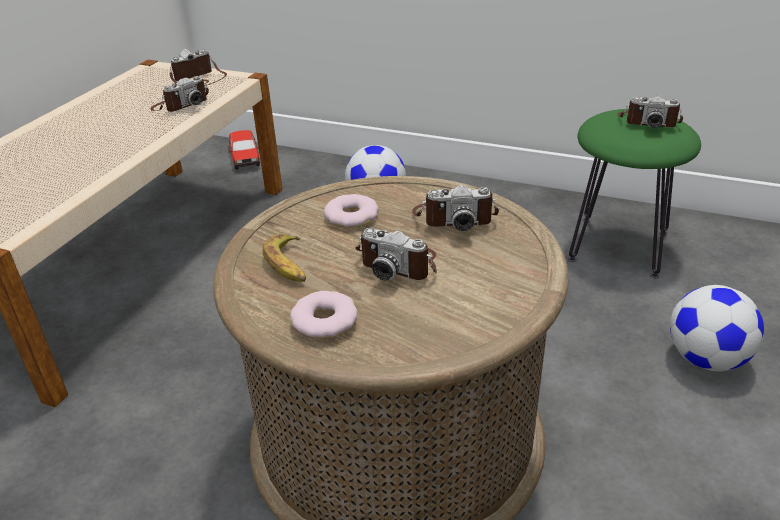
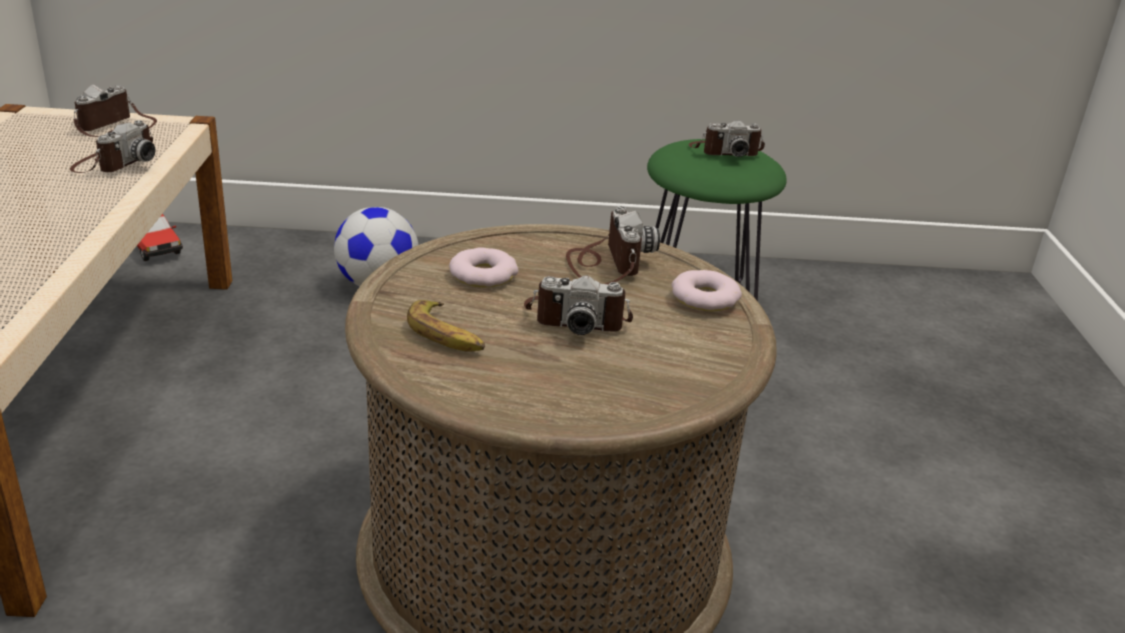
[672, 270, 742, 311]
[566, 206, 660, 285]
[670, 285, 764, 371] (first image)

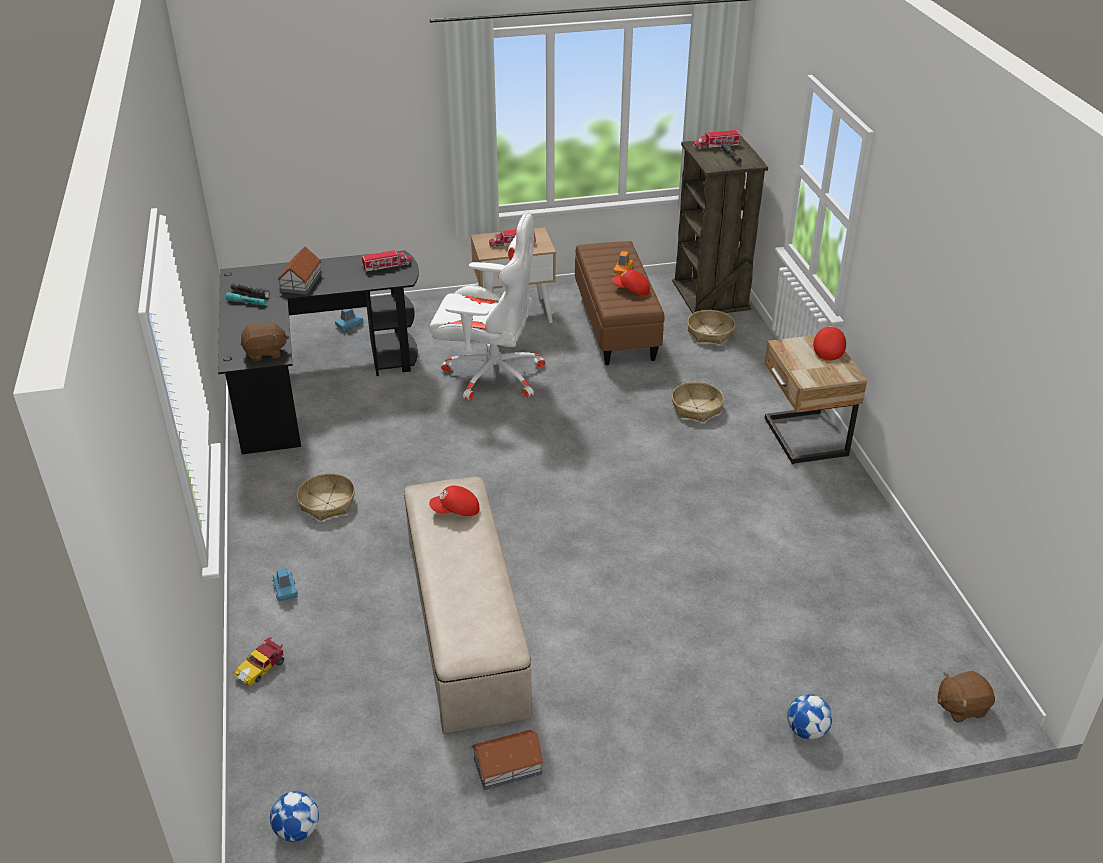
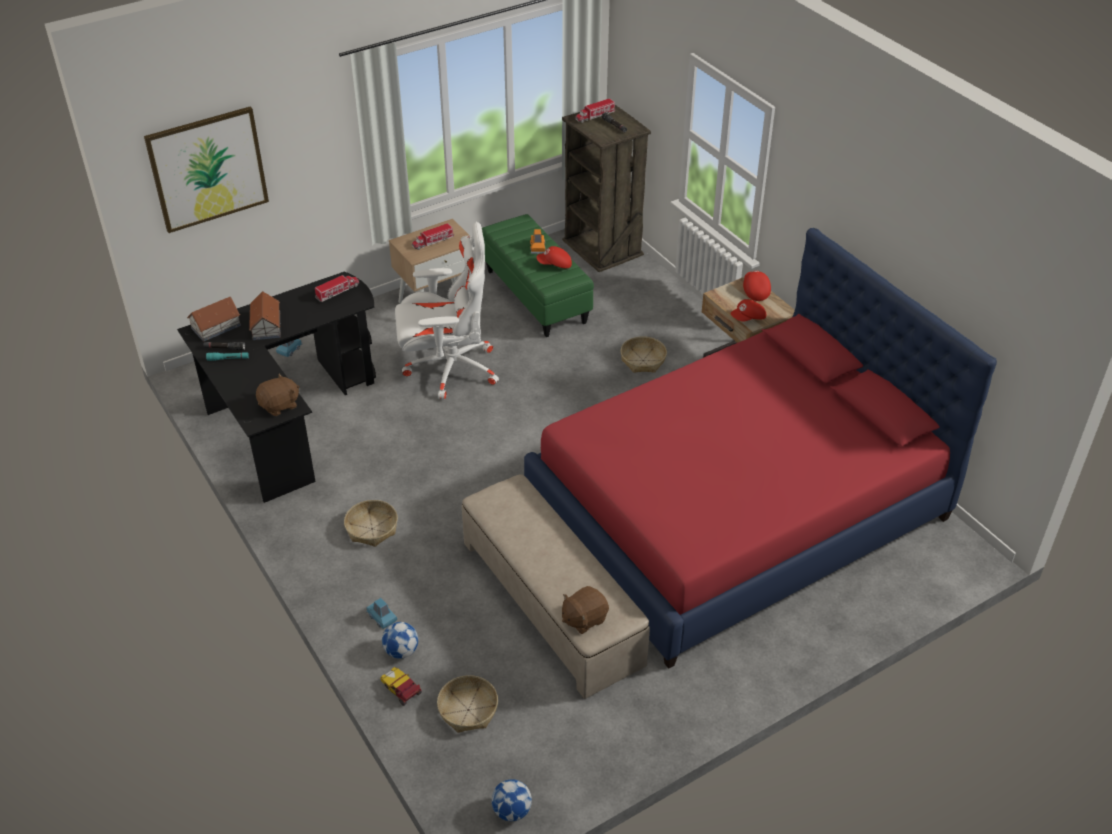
[380, 667, 422, 706]
[731, 299, 766, 322]
[187, 297, 241, 342]
[482, 214, 594, 337]
[437, 675, 498, 733]
[382, 622, 418, 659]
[562, 586, 609, 634]
[144, 106, 269, 233]
[524, 228, 997, 668]

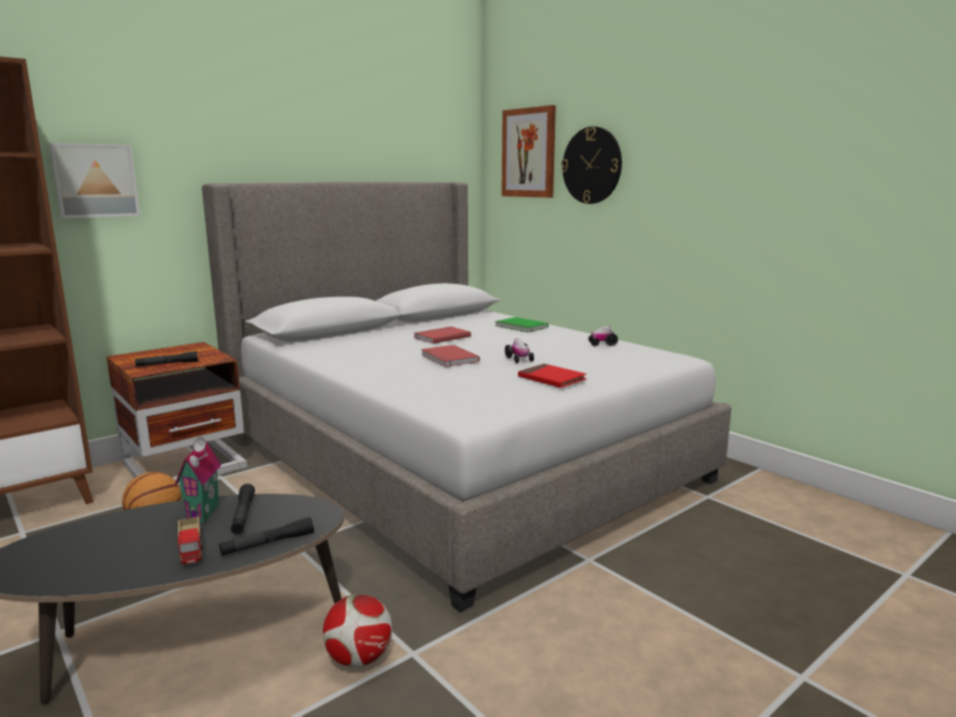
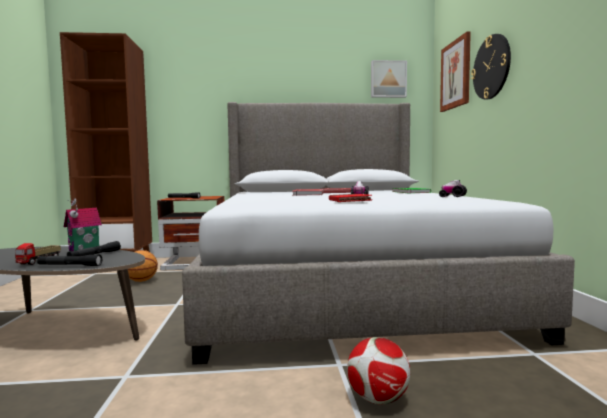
[371, 60, 407, 98]
[347, 337, 410, 405]

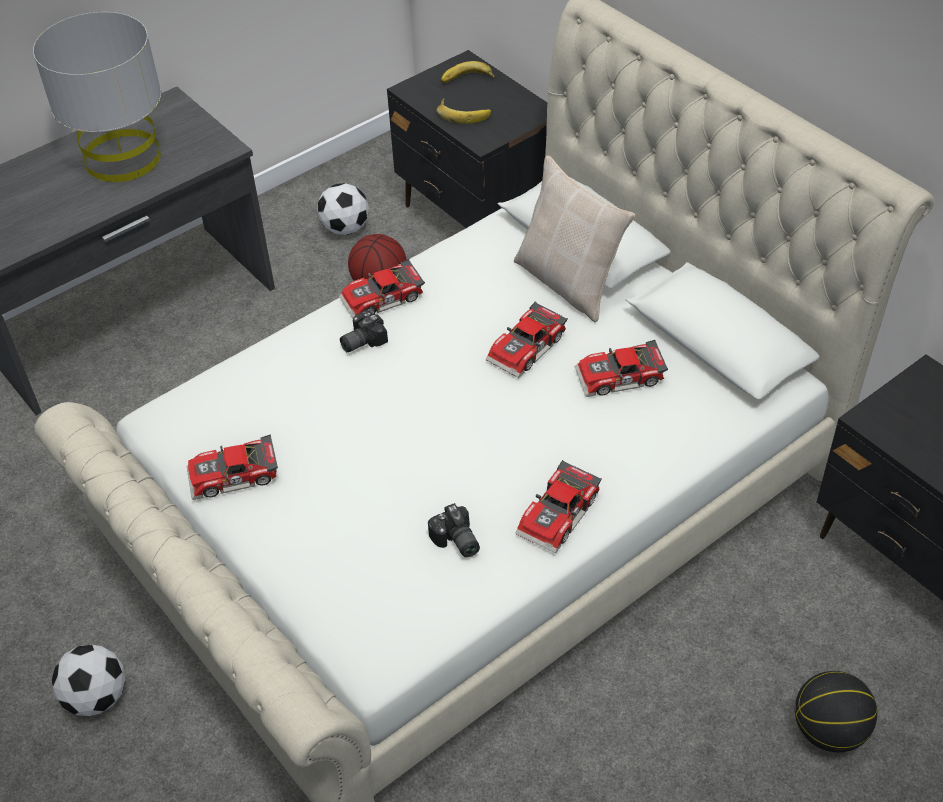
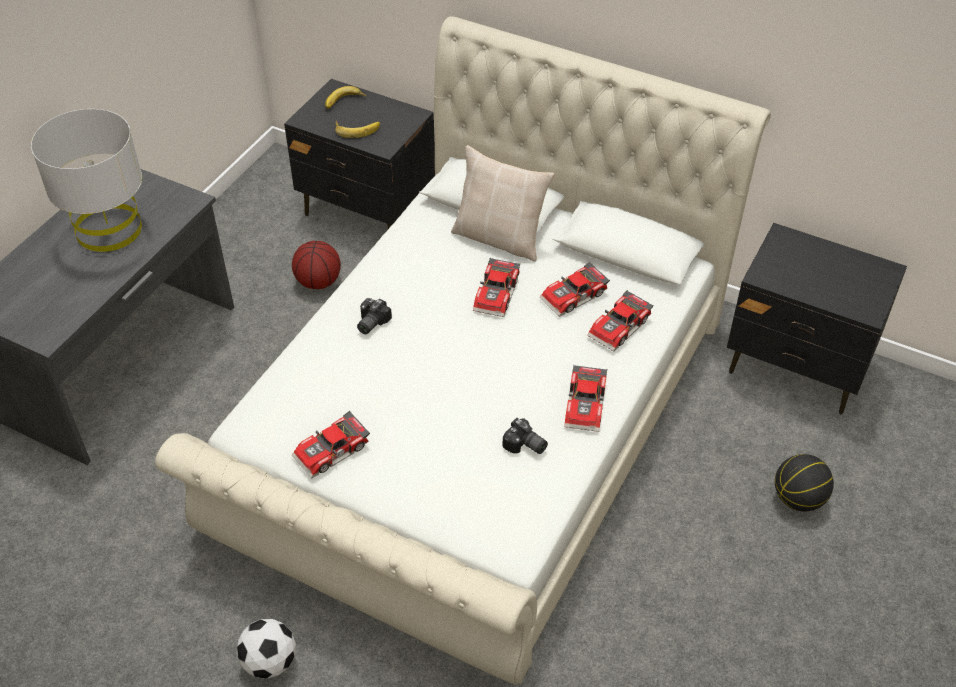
[317, 183, 369, 235] (first image)
[587, 290, 654, 351]

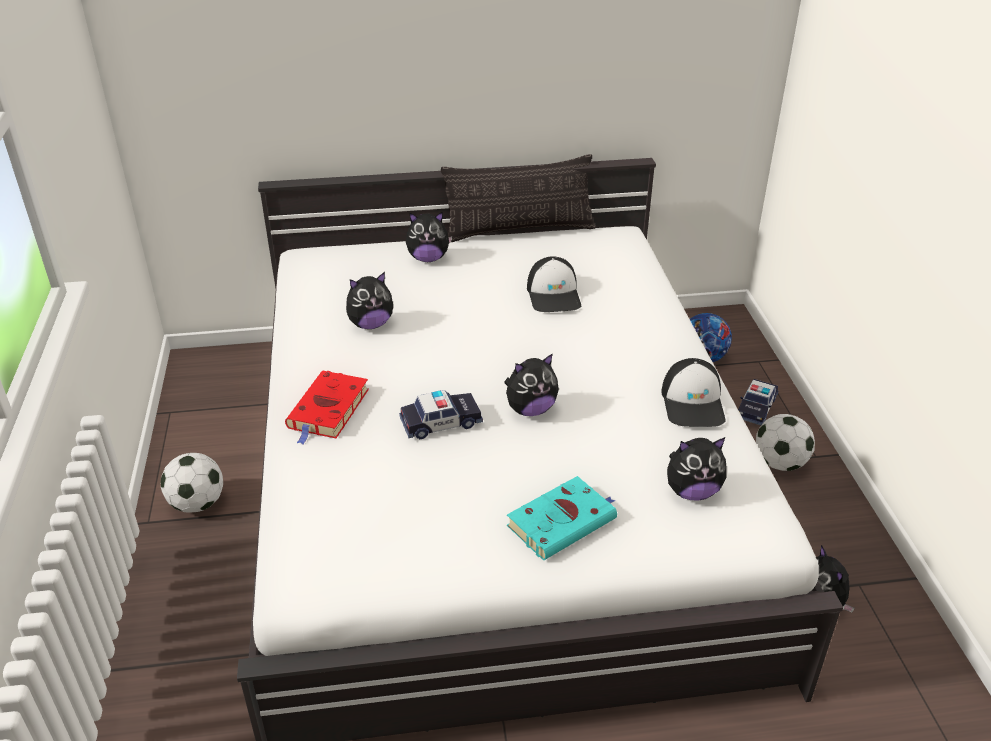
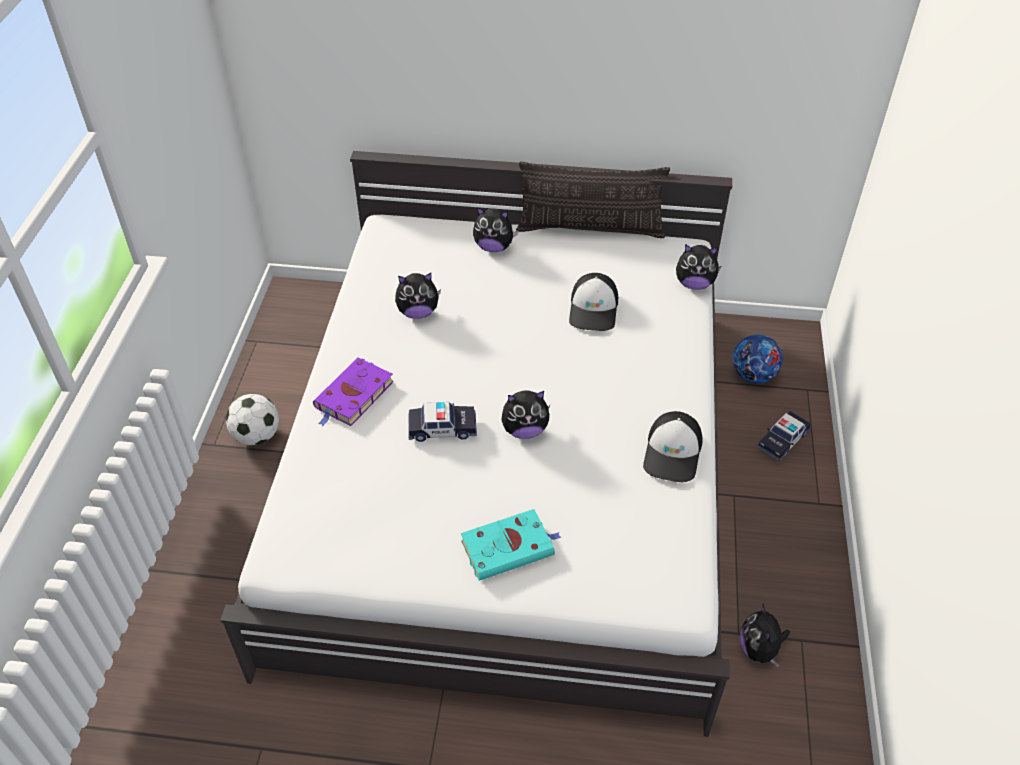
[313, 358, 394, 427]
[676, 244, 721, 290]
[756, 414, 815, 471] (first image)

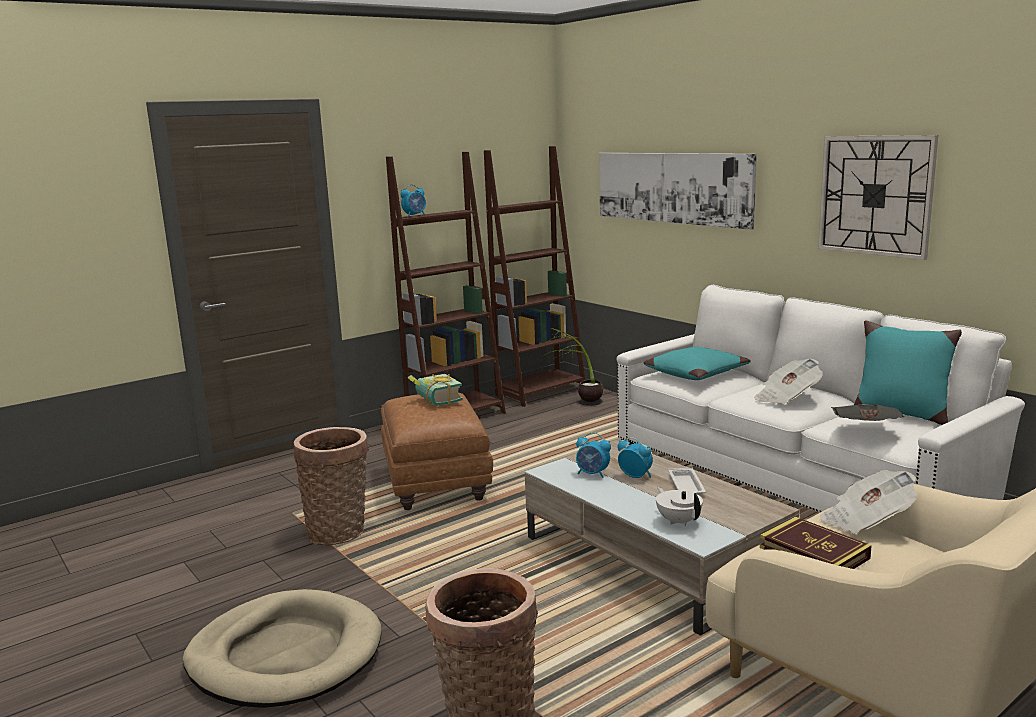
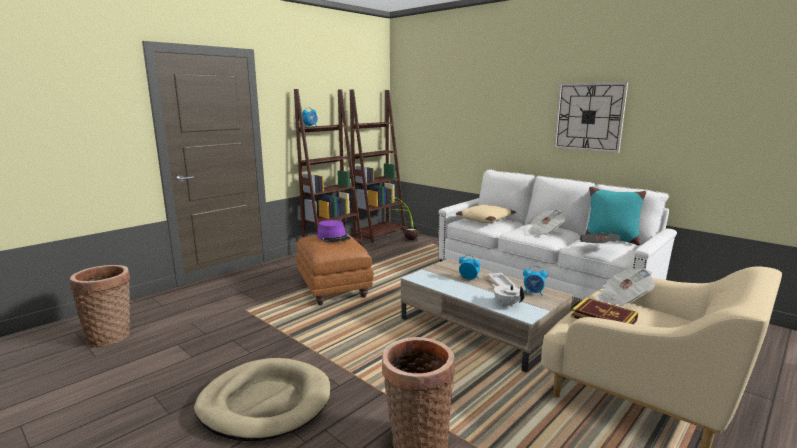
[70, 265, 130, 347]
[317, 220, 351, 242]
[523, 266, 548, 296]
[599, 153, 757, 230] (first image)
[456, 205, 516, 223]

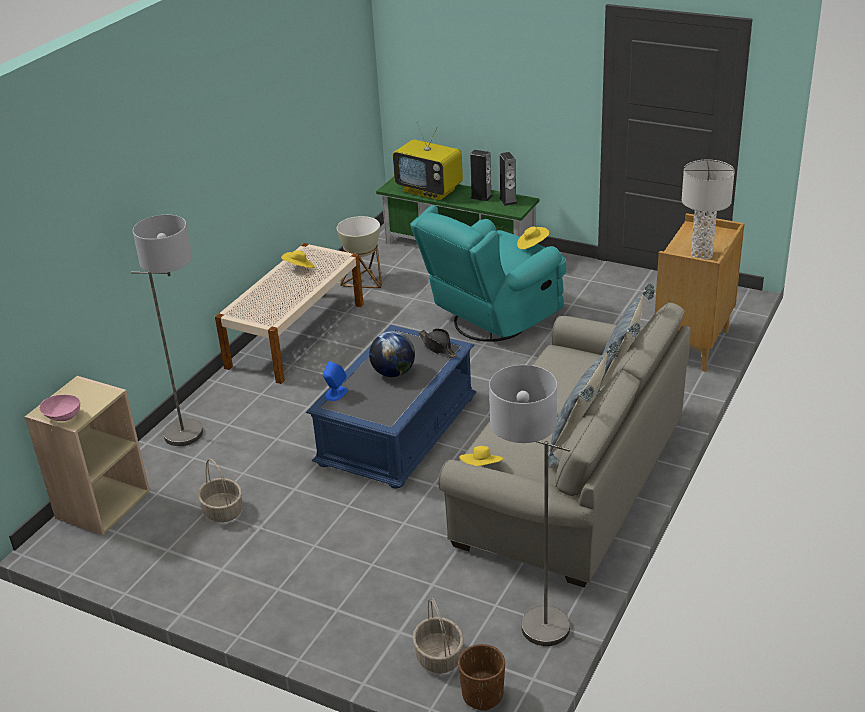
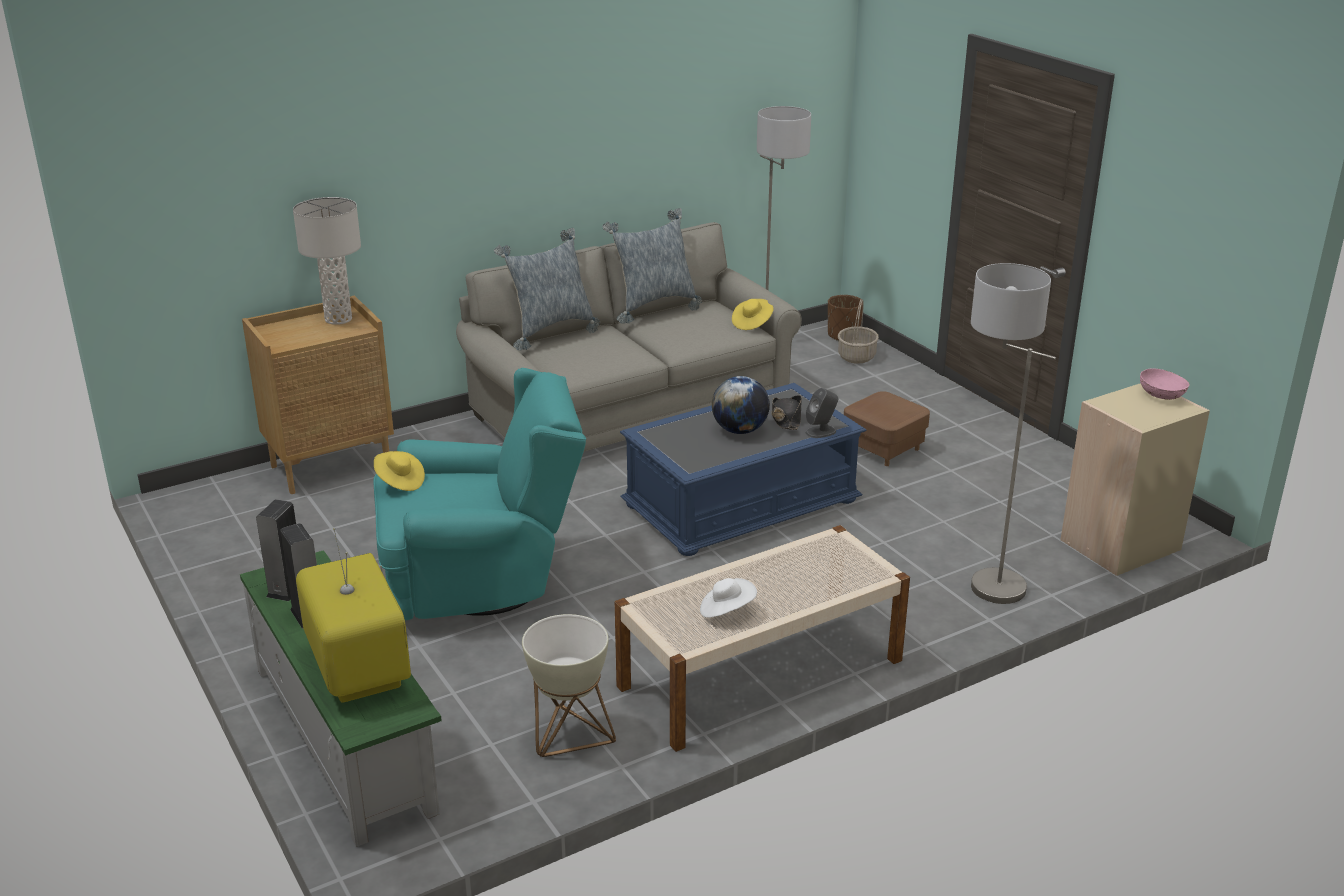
[198, 459, 243, 522] (first image)
[700, 578, 757, 618]
[805, 388, 838, 438]
[771, 395, 802, 430]
[844, 391, 930, 466]

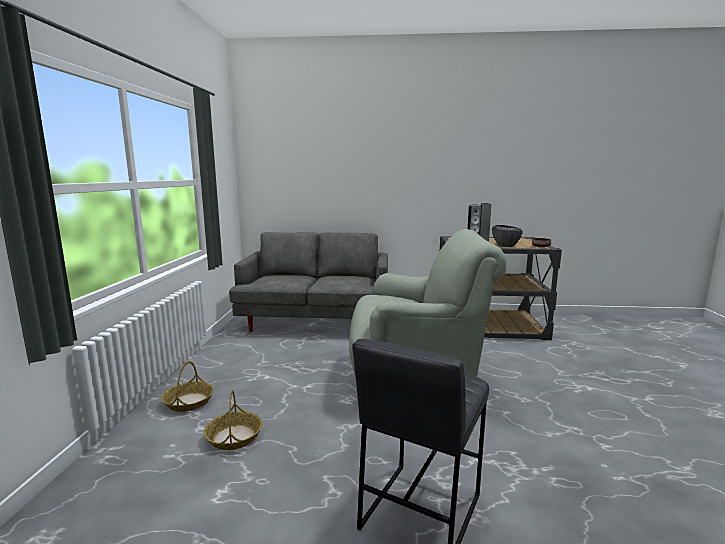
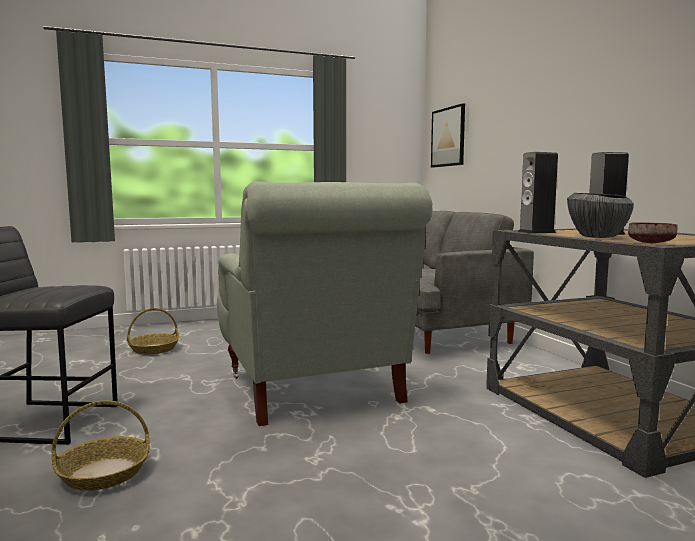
[52, 400, 150, 491]
[431, 103, 465, 168]

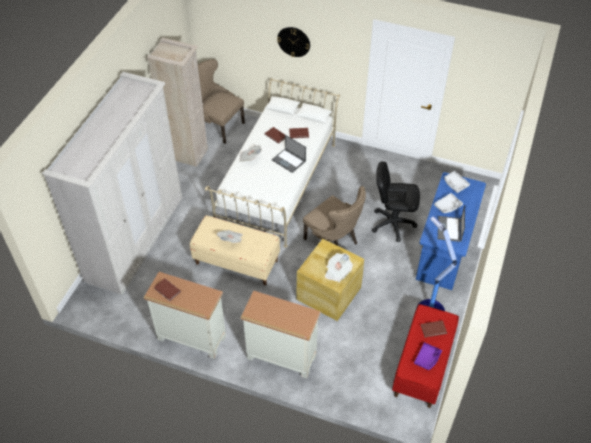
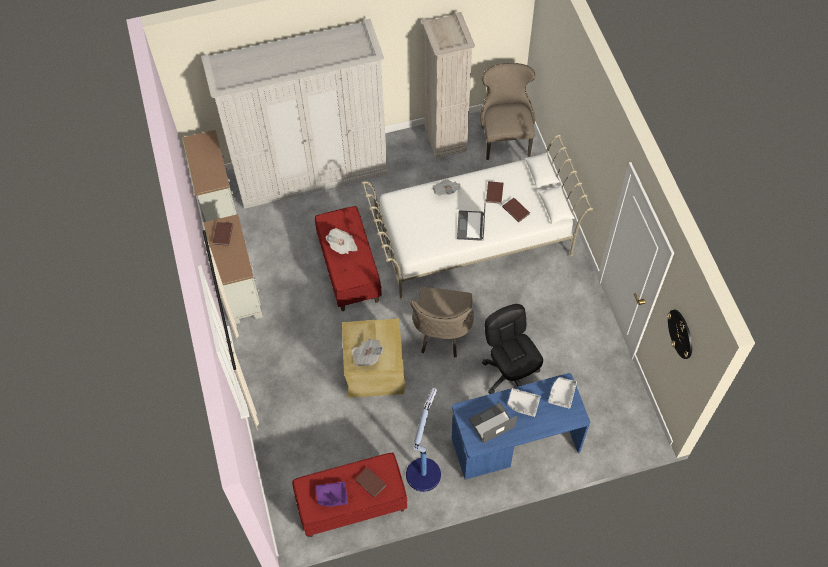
[315, 206, 382, 311]
[182, 130, 237, 222]
[667, 310, 692, 359]

